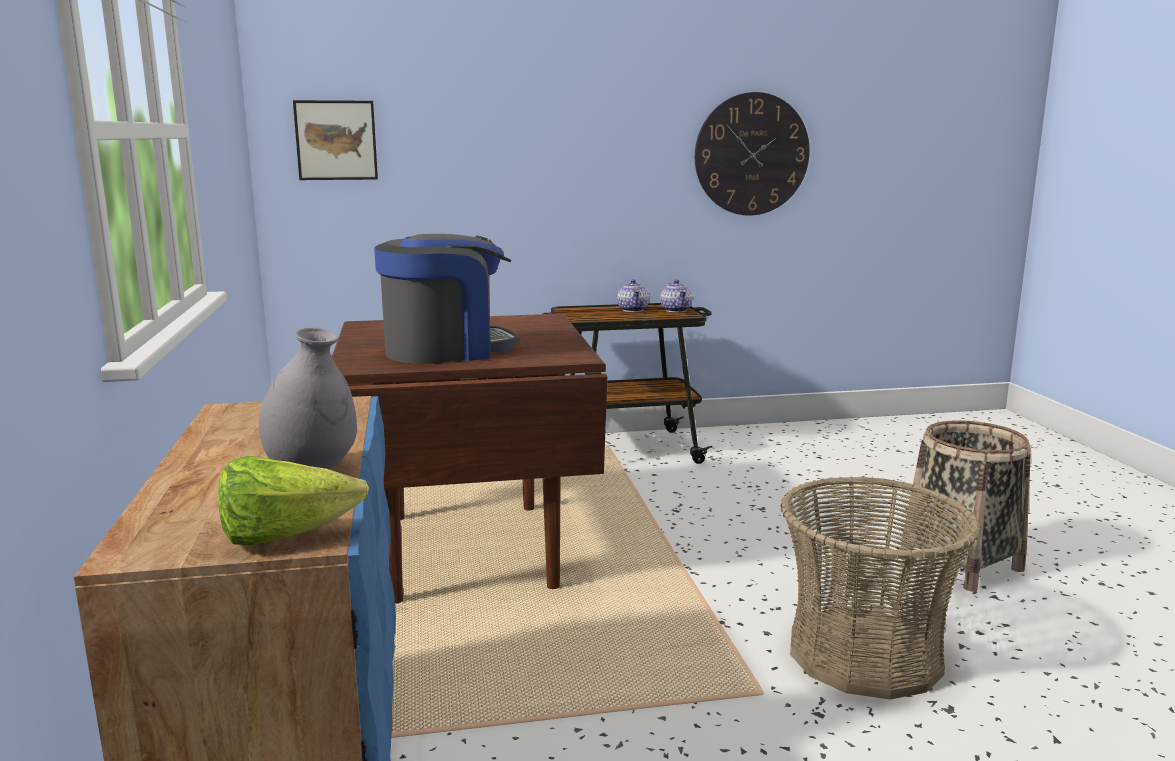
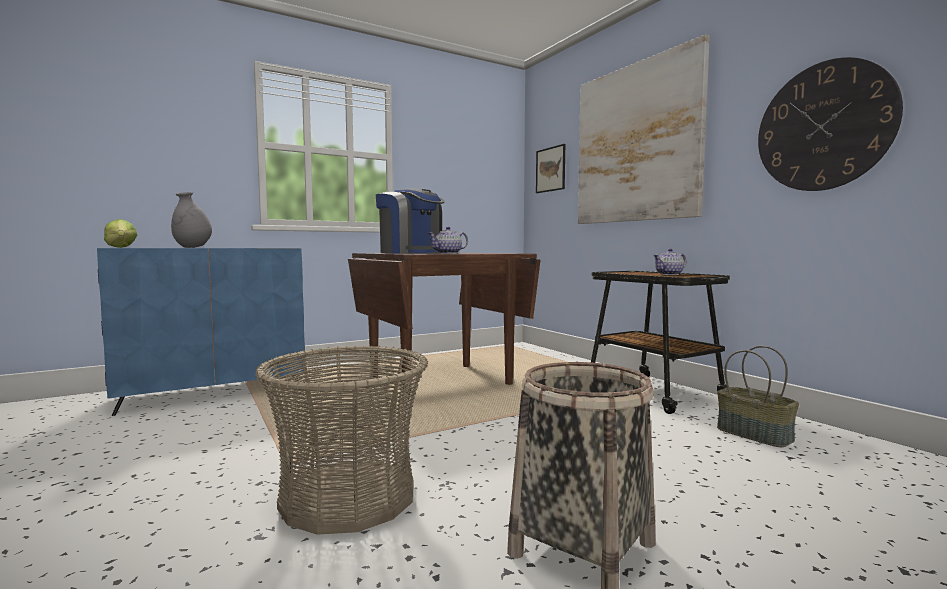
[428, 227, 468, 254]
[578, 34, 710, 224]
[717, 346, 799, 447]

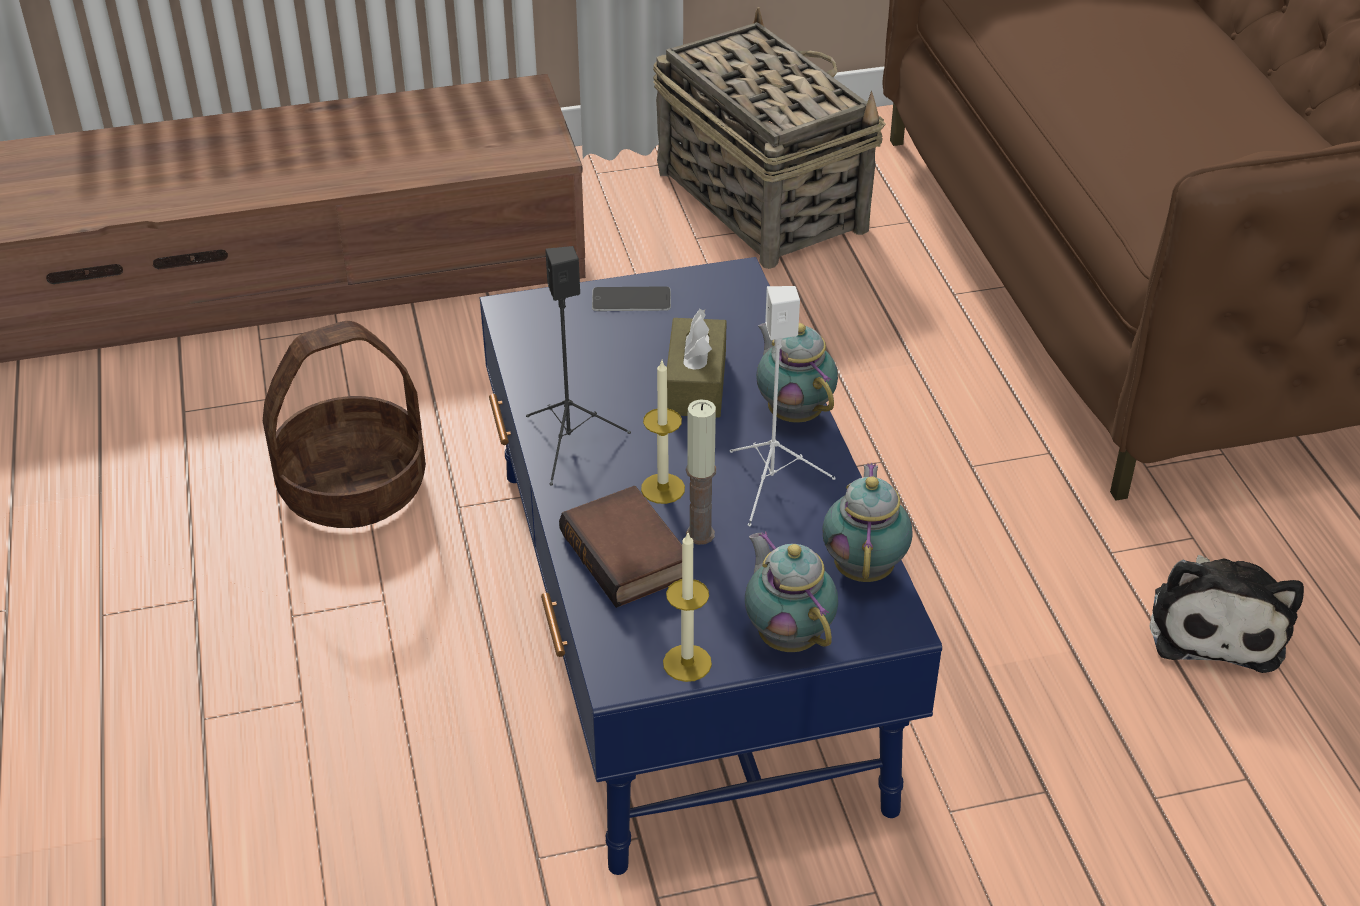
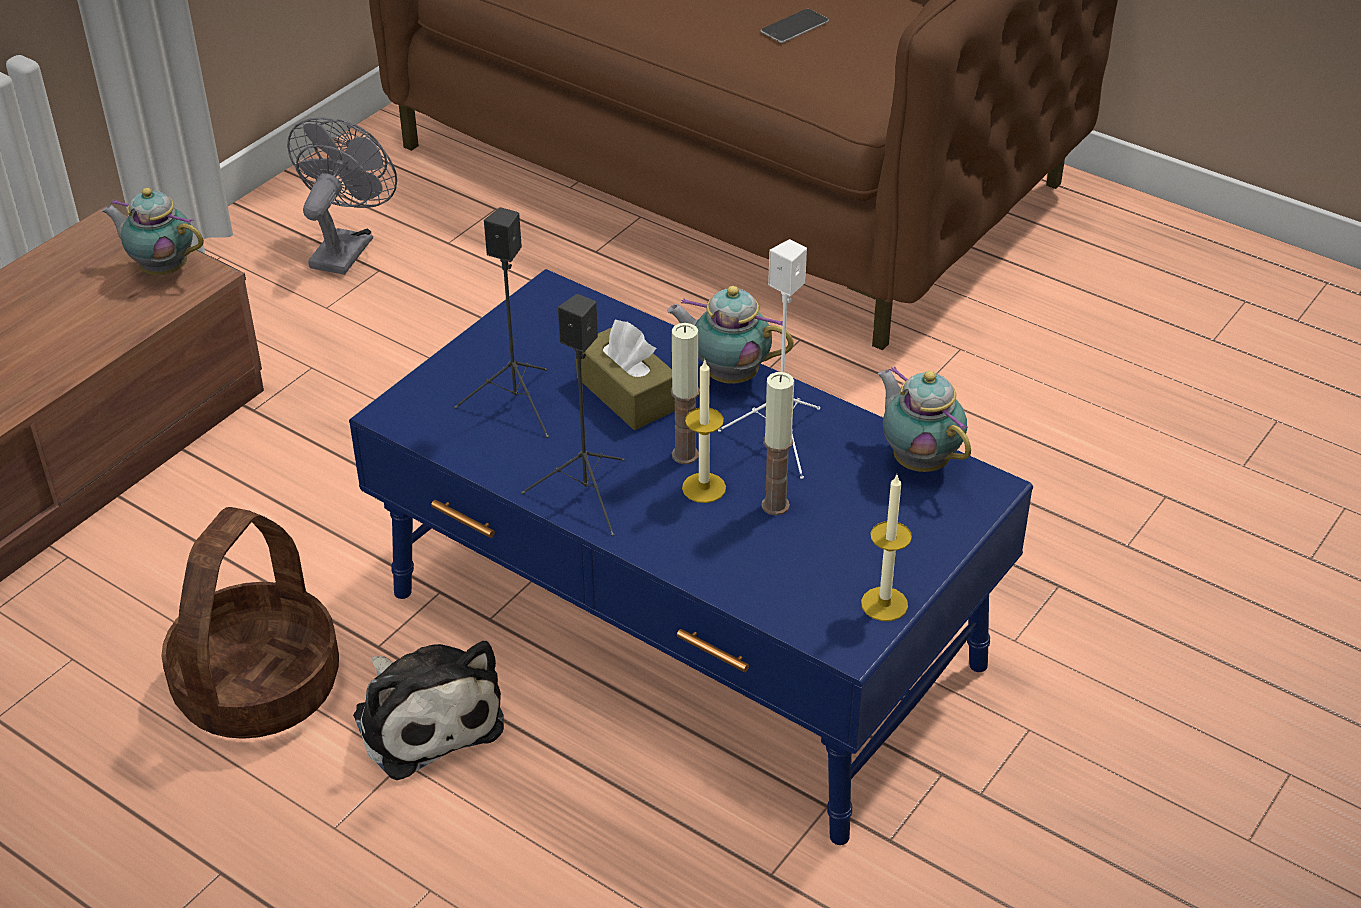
[559, 486, 682, 608] (first image)
[761, 9, 829, 43]
[287, 117, 397, 275]
[102, 188, 204, 275]
[353, 641, 504, 780]
[454, 207, 549, 438]
[671, 323, 700, 464]

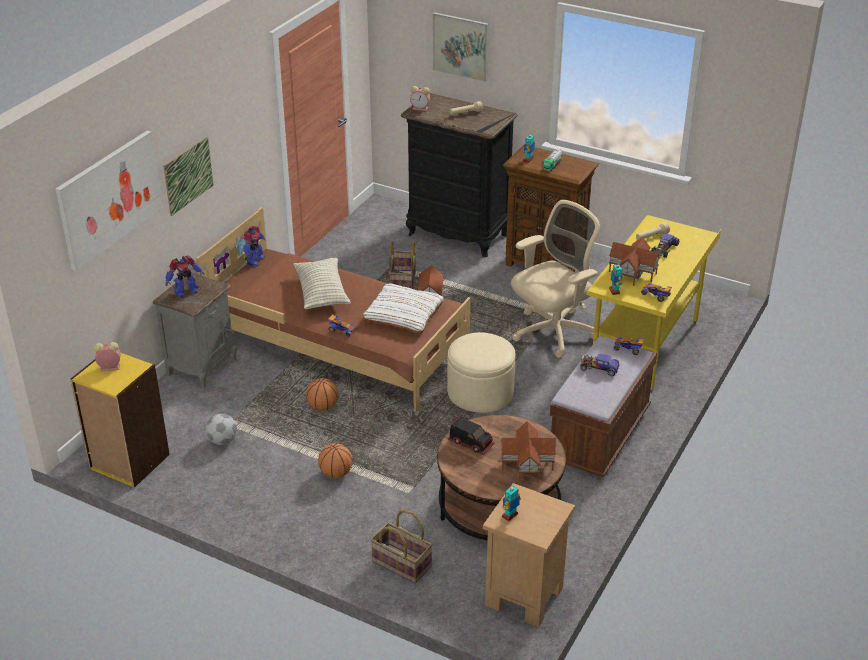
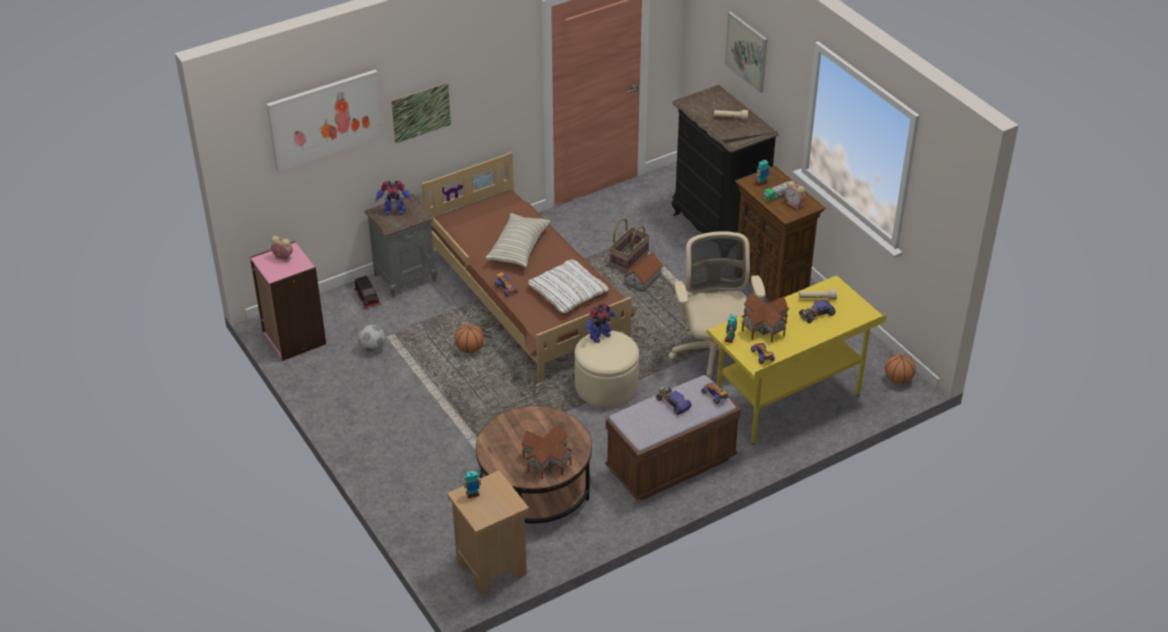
[250, 241, 326, 361]
[586, 303, 617, 343]
[885, 354, 916, 384]
[370, 510, 433, 584] (first image)
[785, 181, 806, 209]
[354, 275, 381, 309]
[668, 231, 765, 378]

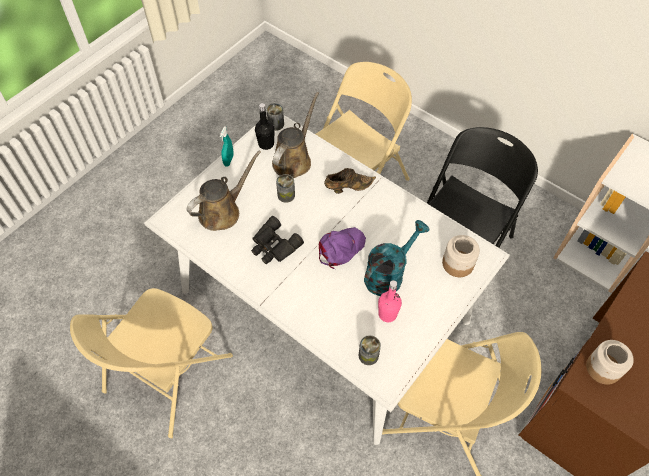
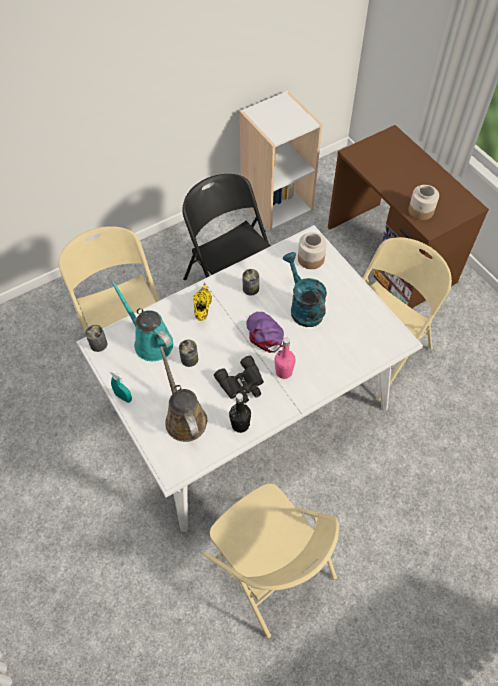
[229, 393, 251, 433]
[111, 280, 173, 361]
[193, 283, 212, 321]
[242, 269, 259, 296]
[275, 338, 296, 379]

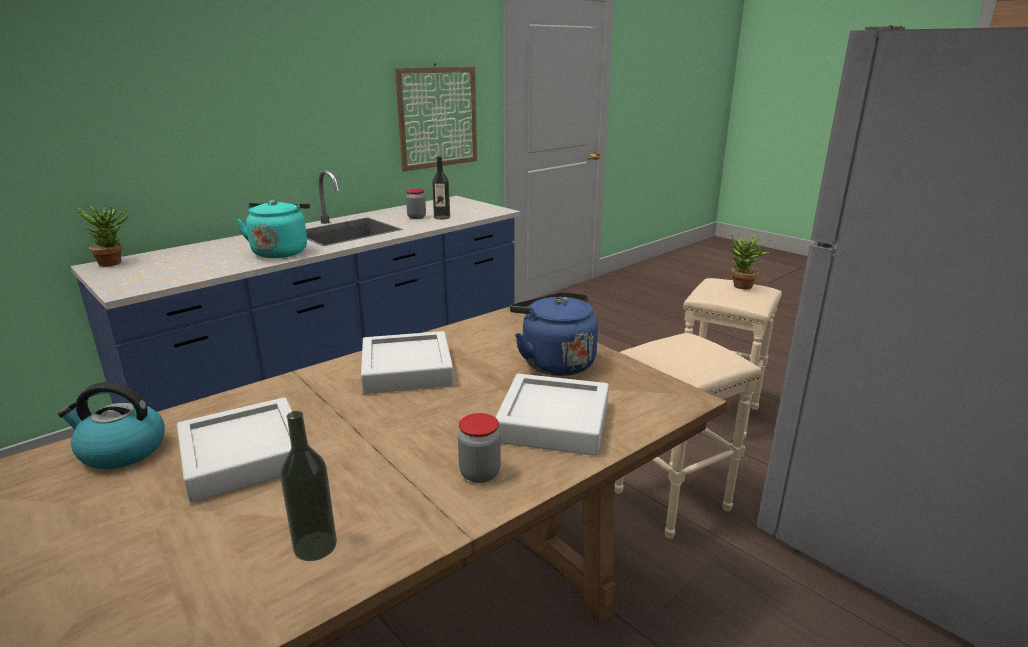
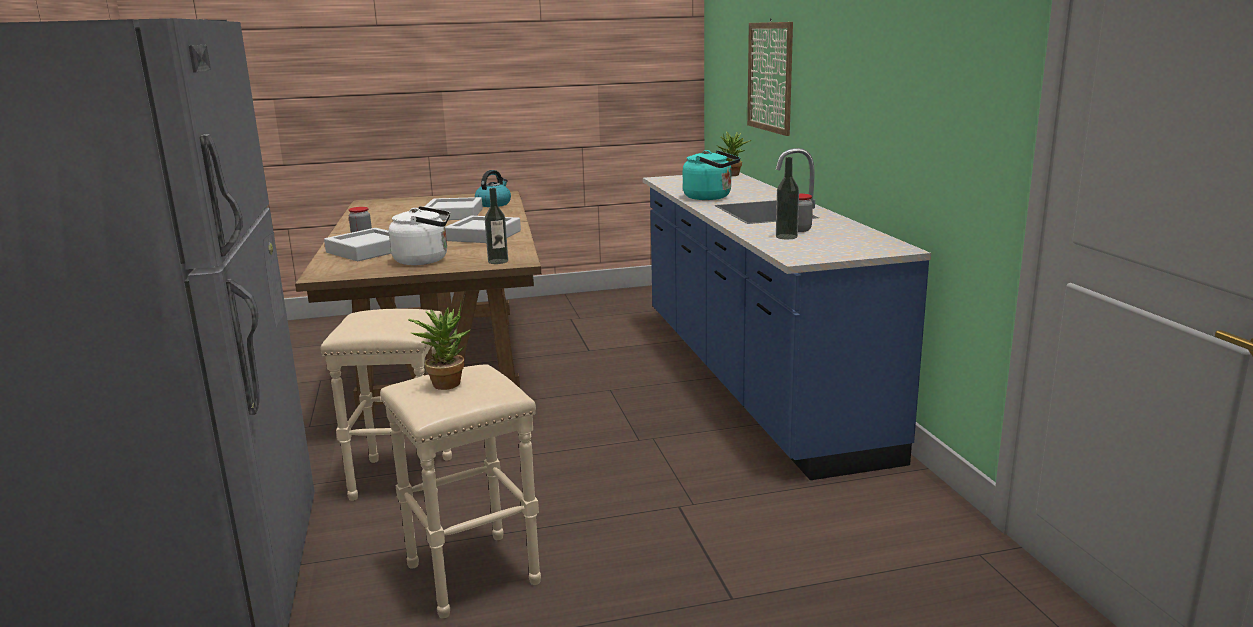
[485, 188, 508, 264]
[747, 18, 793, 136]
[389, 206, 450, 265]

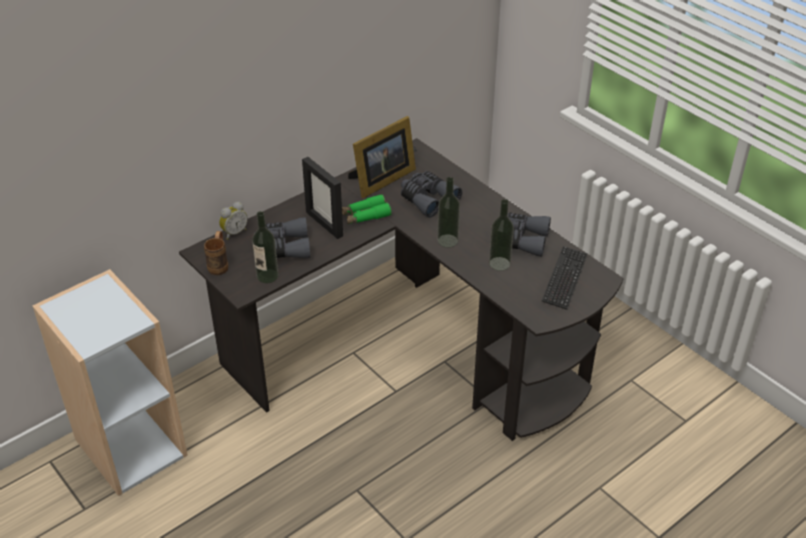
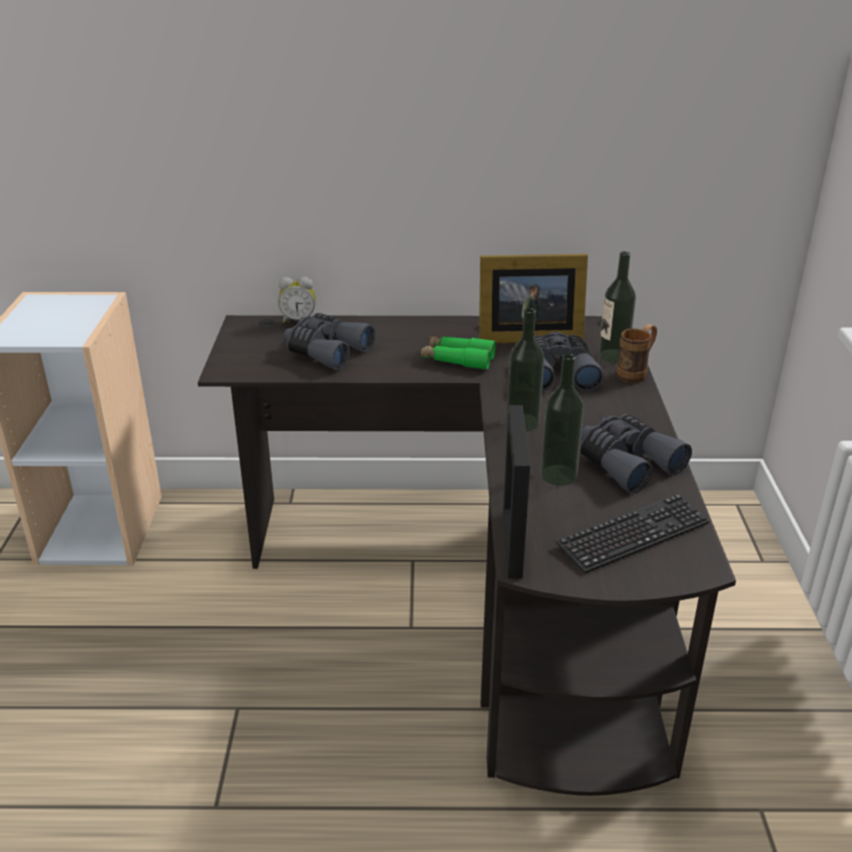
[616, 324, 657, 383]
[599, 251, 636, 363]
[503, 405, 530, 579]

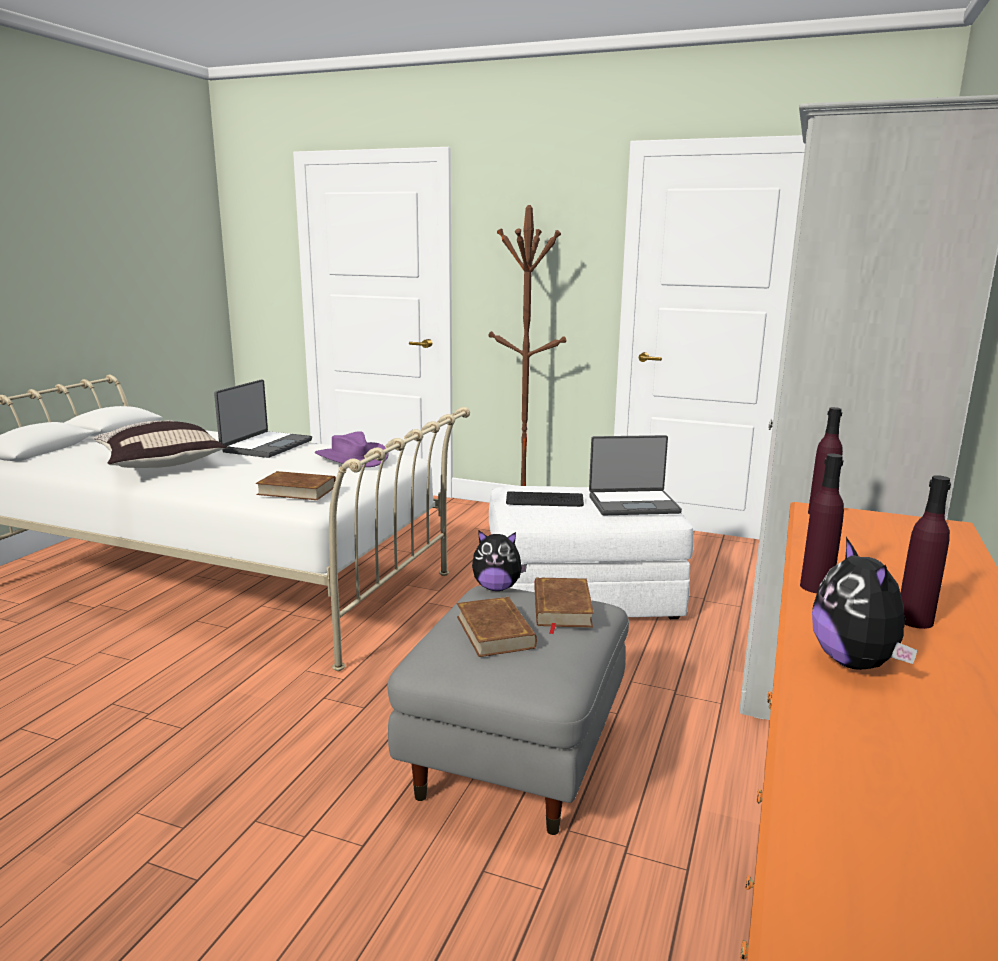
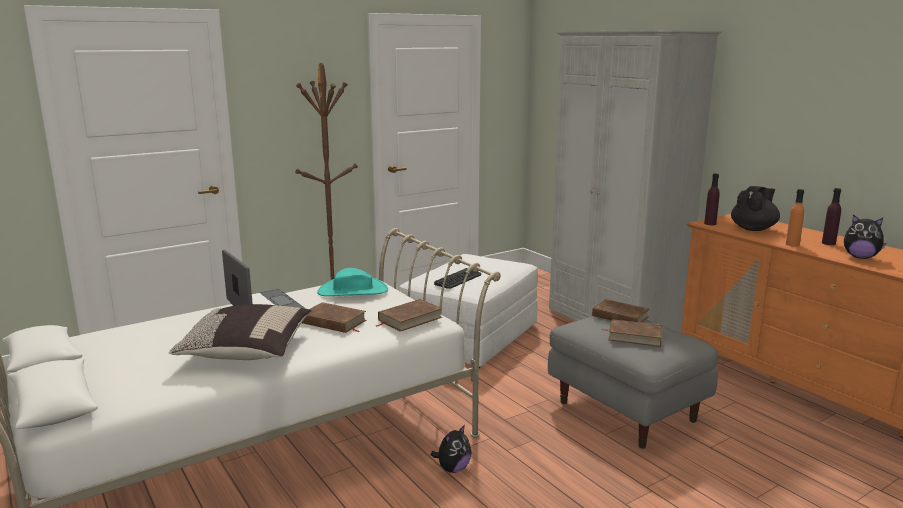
[317, 268, 388, 296]
[431, 425, 471, 473]
[589, 435, 682, 515] (first image)
[786, 189, 804, 247]
[302, 302, 366, 333]
[731, 186, 780, 231]

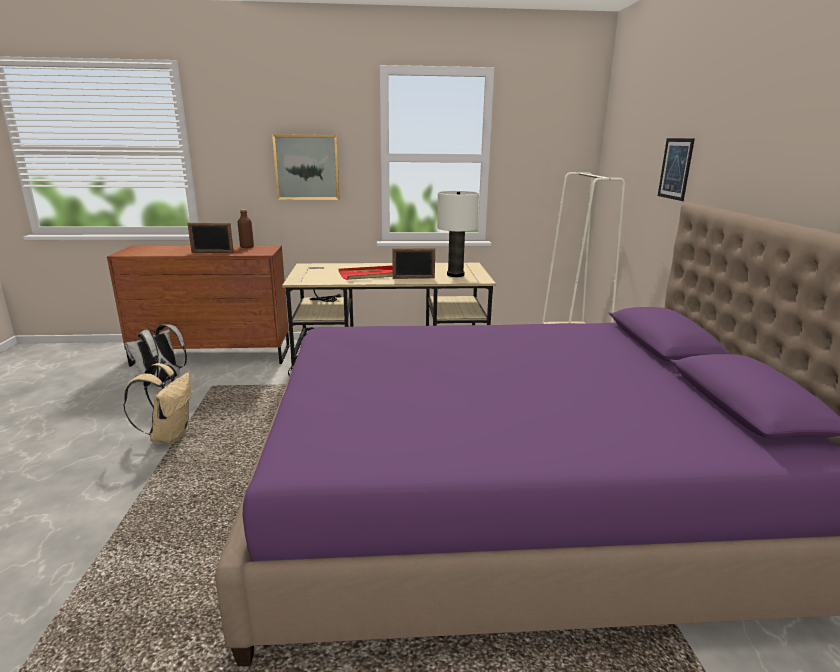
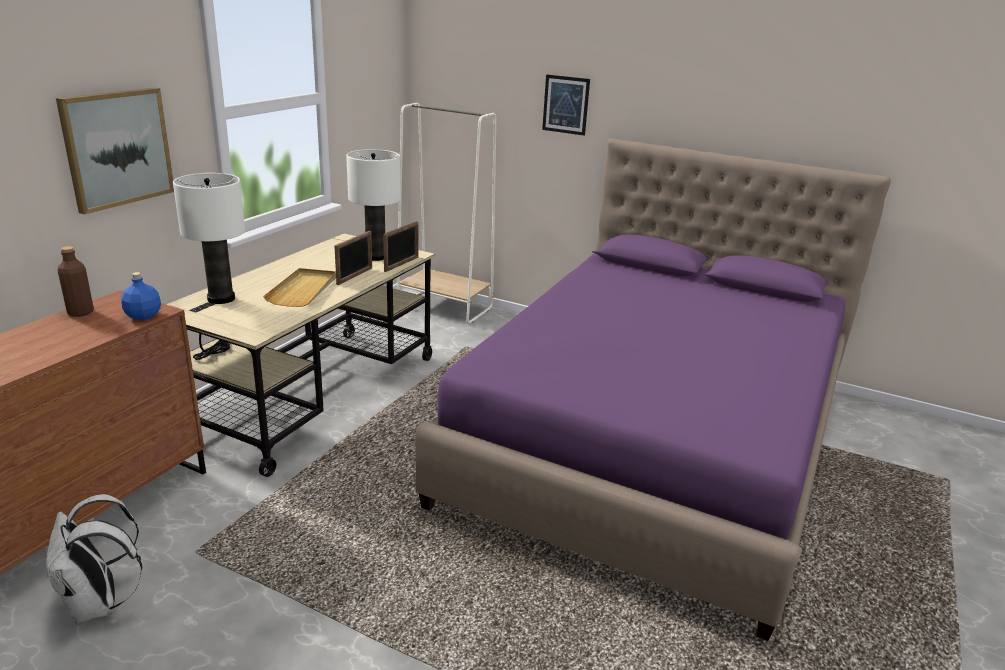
[123, 363, 191, 444] (first image)
[383, 221, 418, 272]
[263, 268, 336, 307]
[121, 272, 161, 320]
[173, 173, 245, 304]

